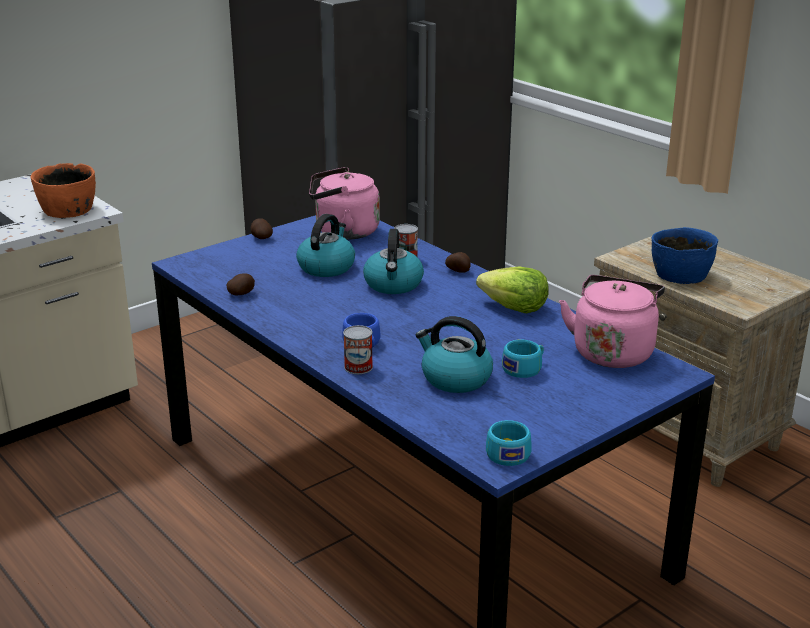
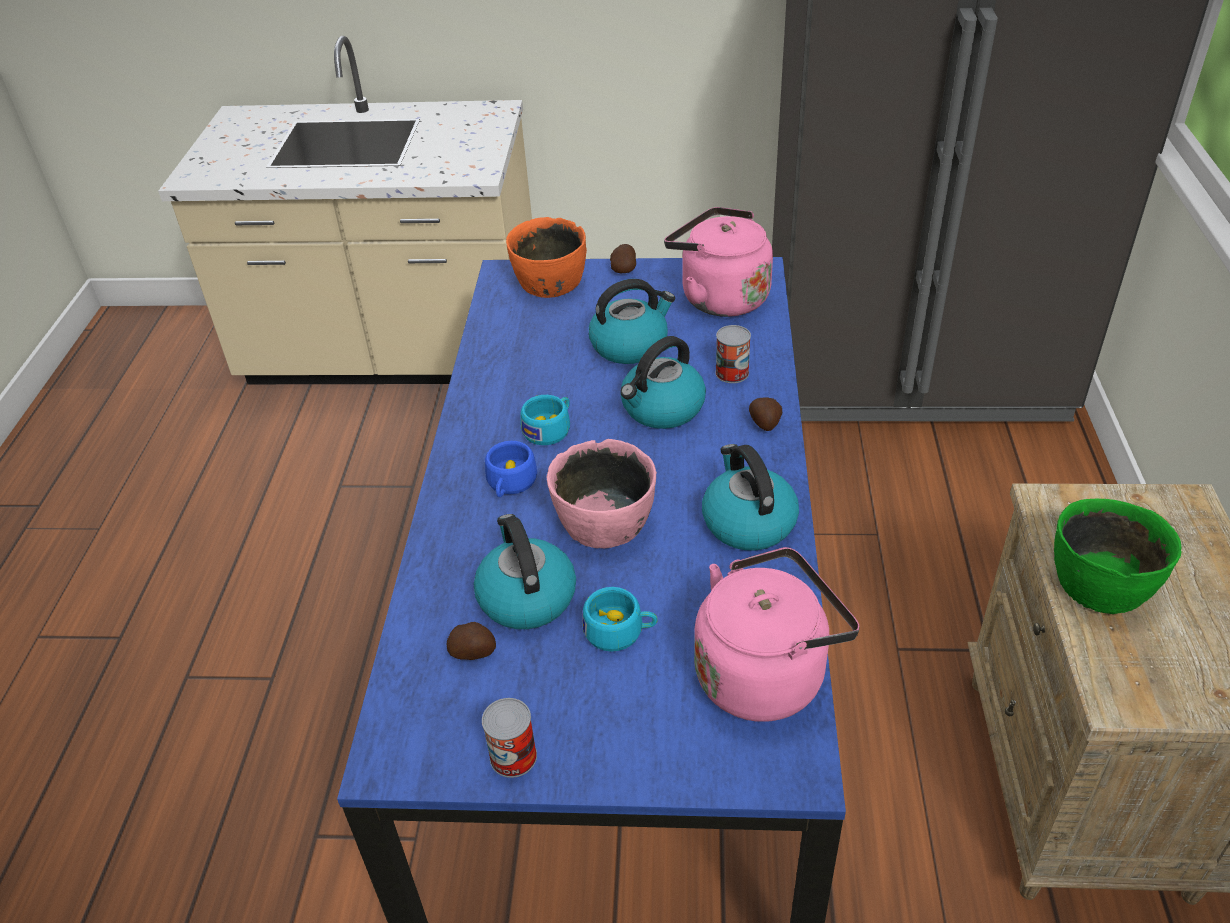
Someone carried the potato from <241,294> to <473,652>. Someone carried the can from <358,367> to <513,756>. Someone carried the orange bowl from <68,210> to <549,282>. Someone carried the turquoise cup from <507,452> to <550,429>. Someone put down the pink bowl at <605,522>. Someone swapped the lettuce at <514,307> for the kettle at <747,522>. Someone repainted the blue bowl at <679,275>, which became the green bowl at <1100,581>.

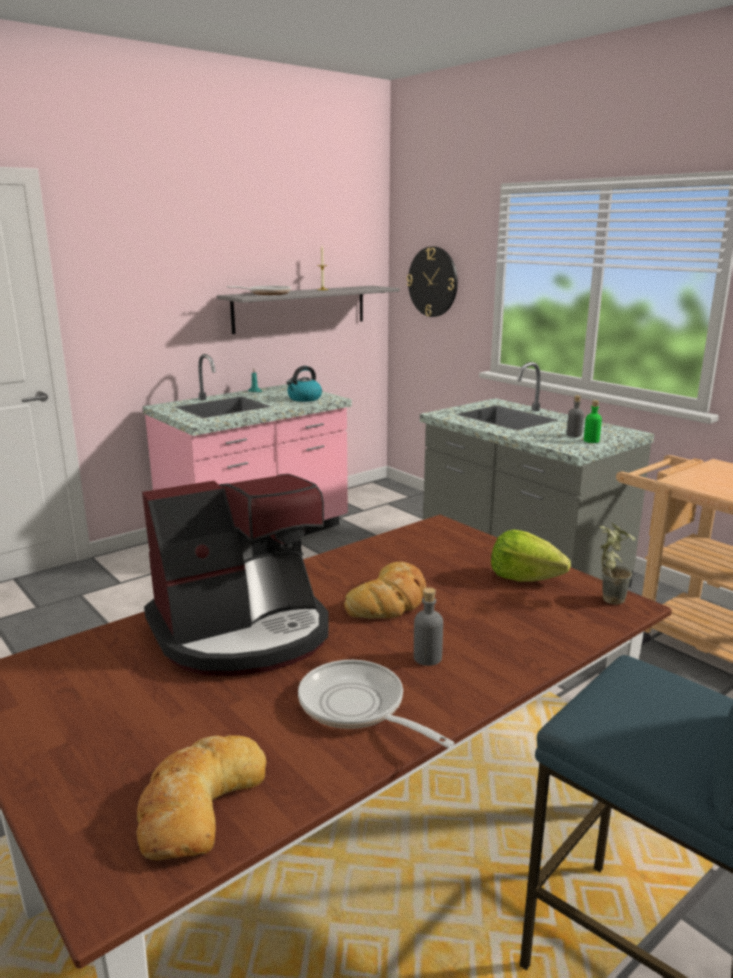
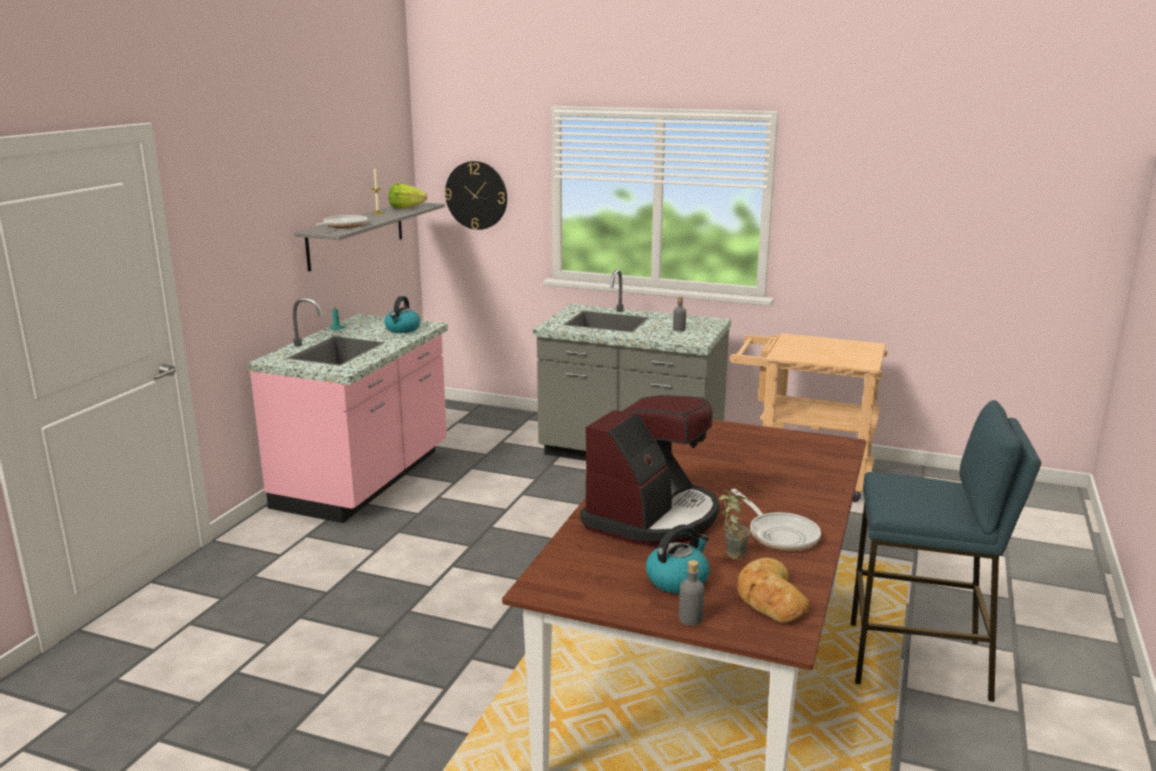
Someone carried the lettuce from <524,578> to <406,208>. Someone put down the kettle at <677,580>. Someone carried the grey bottle from <427,658> to <690,619>. Someone carried the potted plant from <608,597> to <730,553>. Someone rotated the frying pan at <357,707> by 135 degrees counterclockwise. Someone took away the bread at <390,600>. Someone took away the green bottle at <591,440>.

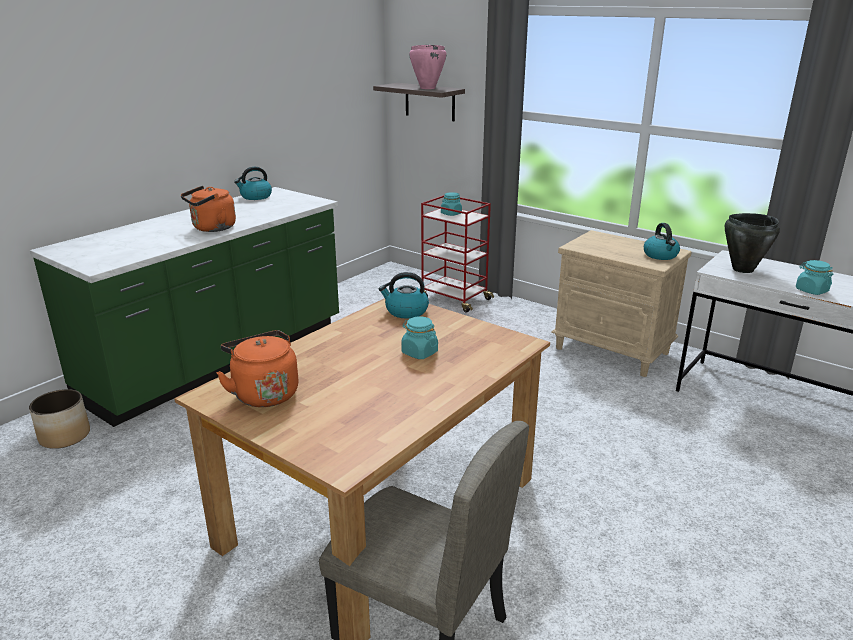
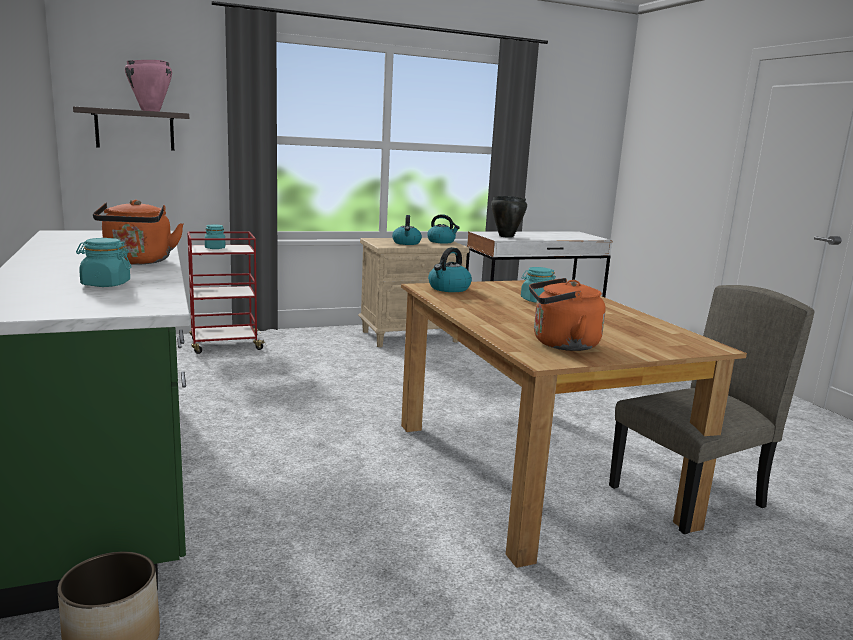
Someone carried the turquoise jar from <811,290> to <105,284>. Someone carried the kettle from <255,197> to <406,243>.

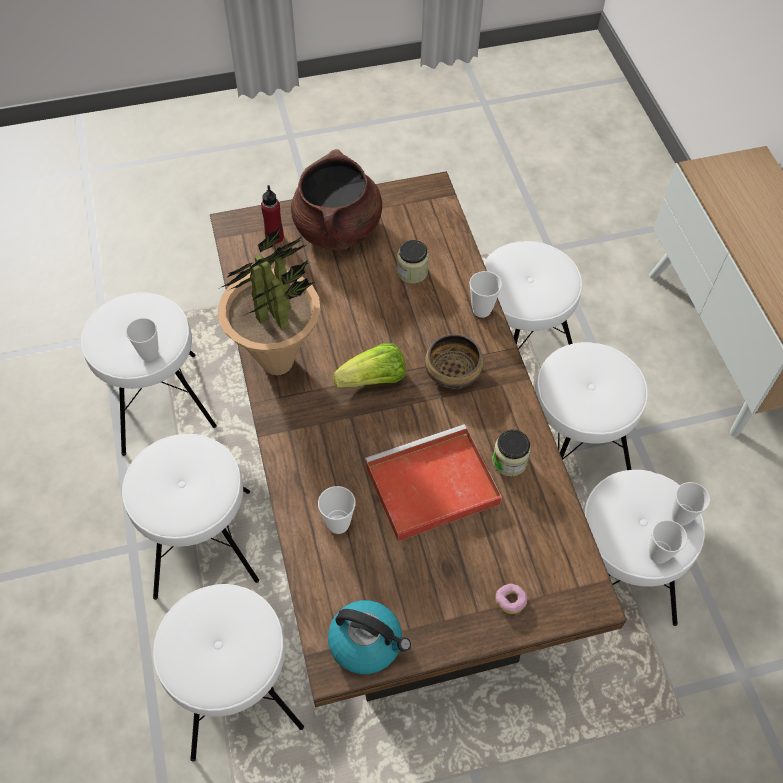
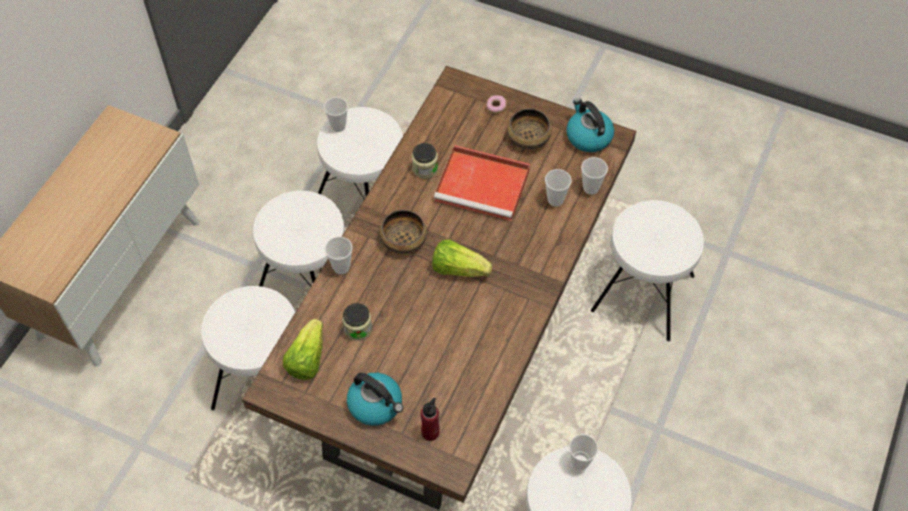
Someone put down the lettuce at <307,359>. Someone swapped the brown cooking pot at <338,229> for the kettle at <376,405>. Someone put down the bowl at <529,138>. Someone carried the cup from <658,554> to <591,188>. Someone took away the white stool at <202,542>. Someone took away the potted plant at <278,362>.

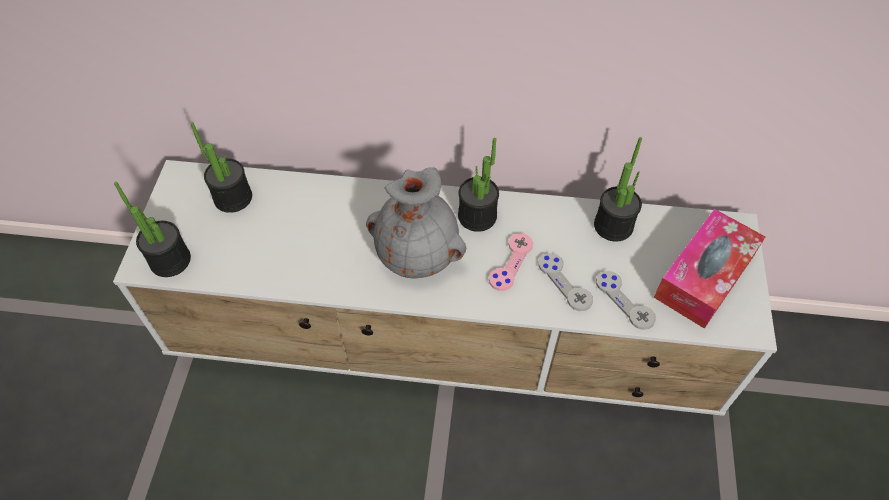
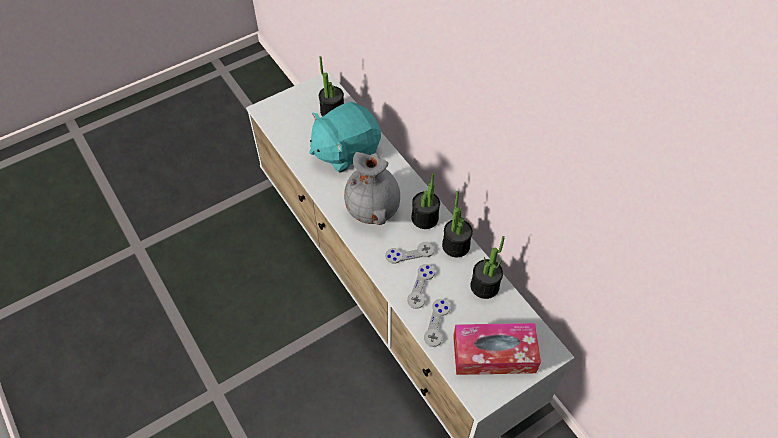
Someone put down the turquoise plush toy at <345,150>. Someone repainted the pink game controller at <511,262>, which became the grey game controller at <409,253>. Someone carried the potted plant from <170,260> to <456,245>.

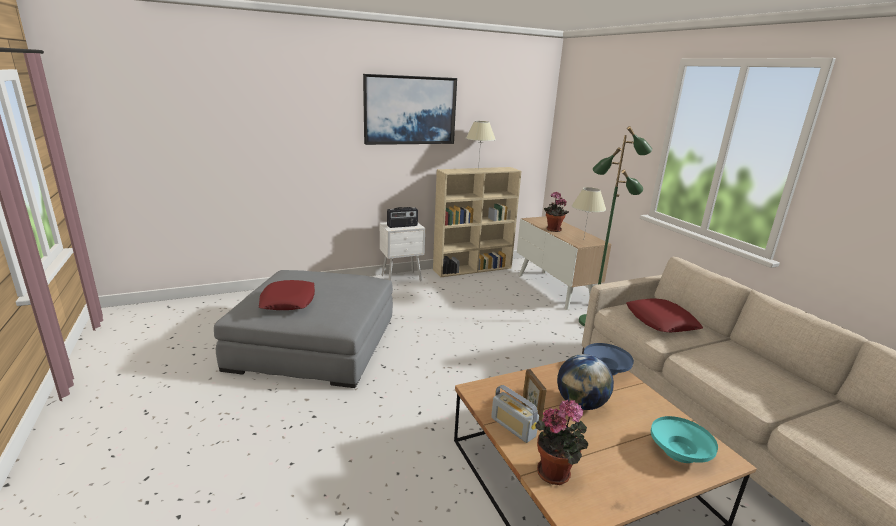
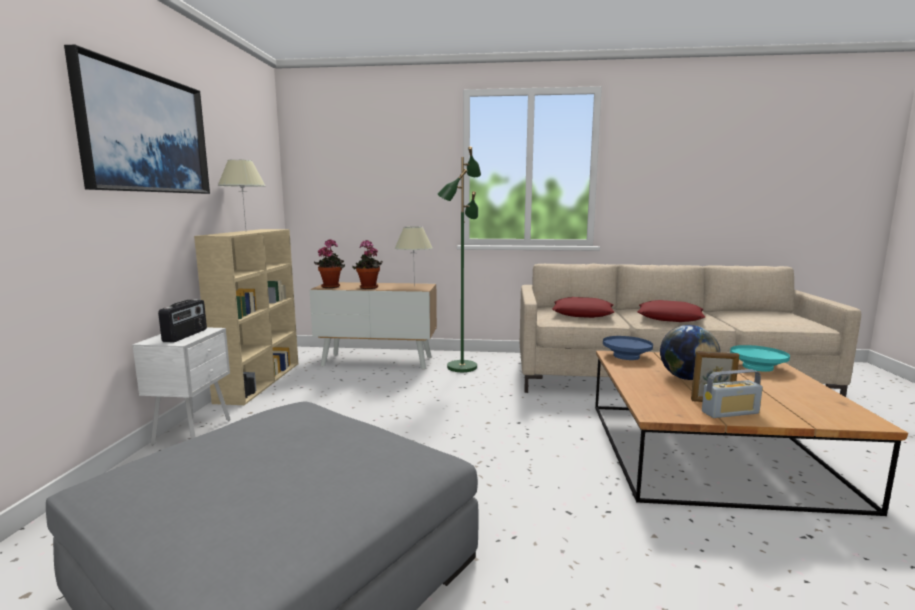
Someone carried the potted plant from <556,472> to <331,286>. Someone carried the red pillow from <288,301> to <670,318>.

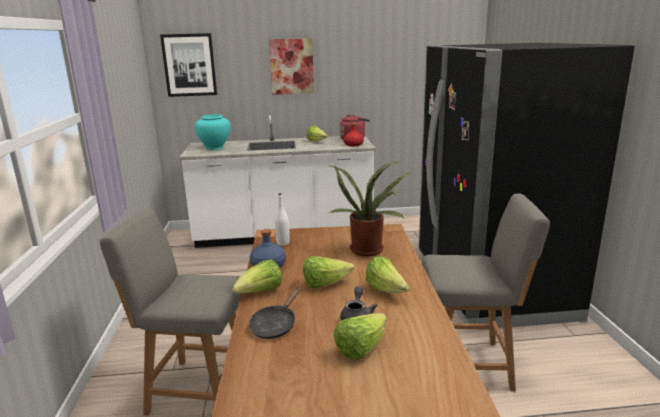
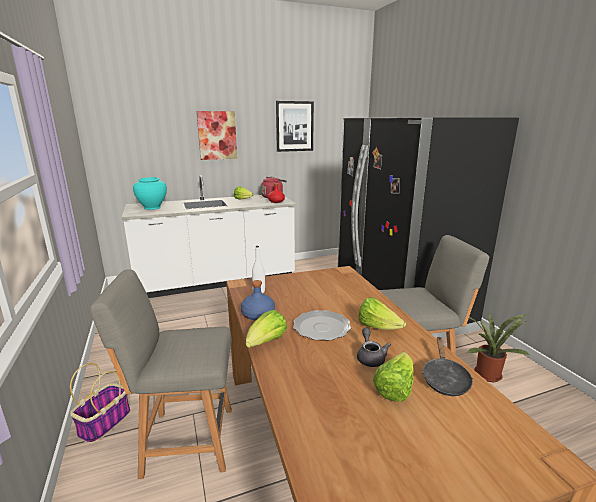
Someone put down the basket at <105,423>. Someone carried the picture from <189,65> to <294,126>. Someone swapped the lettuce at <325,284> for the plate at <321,327>. Someone carried the black frying pan from <275,325> to <444,379>. Someone carried the potted plant from <368,249> to <487,373>.

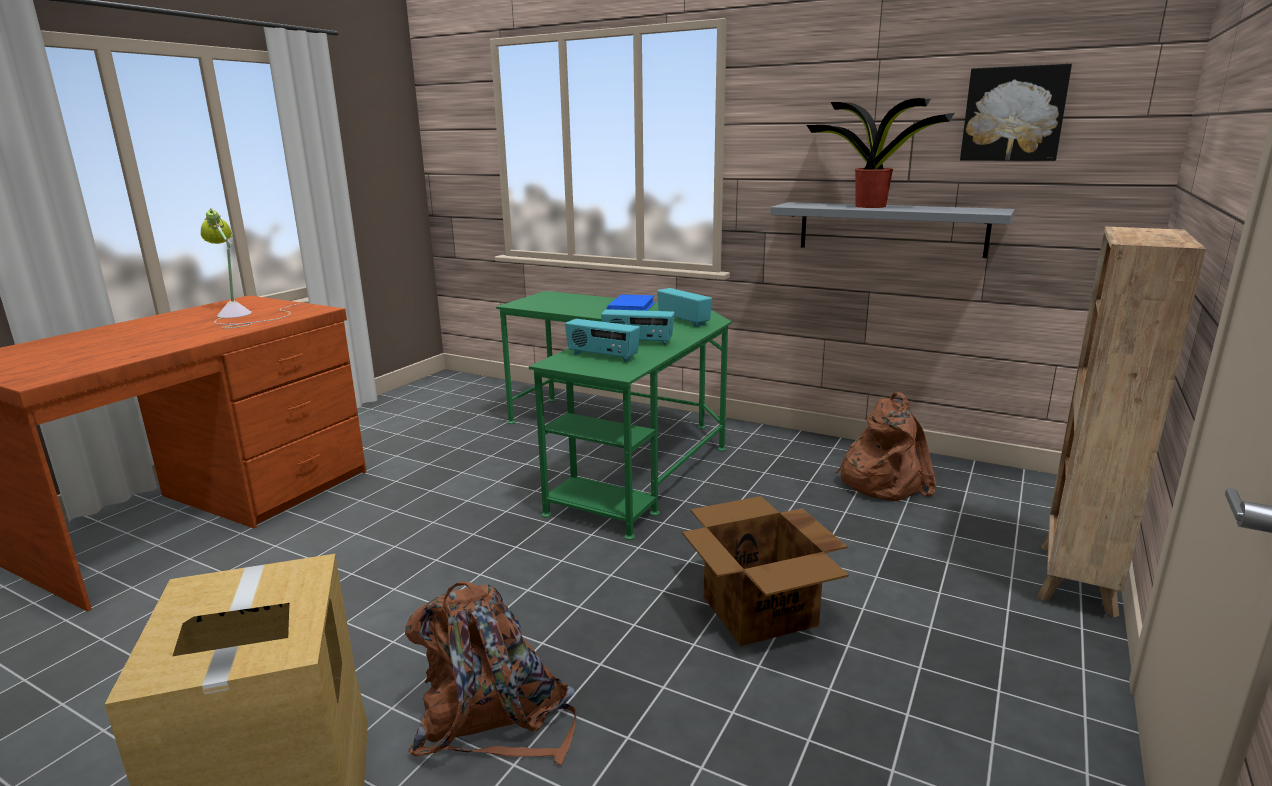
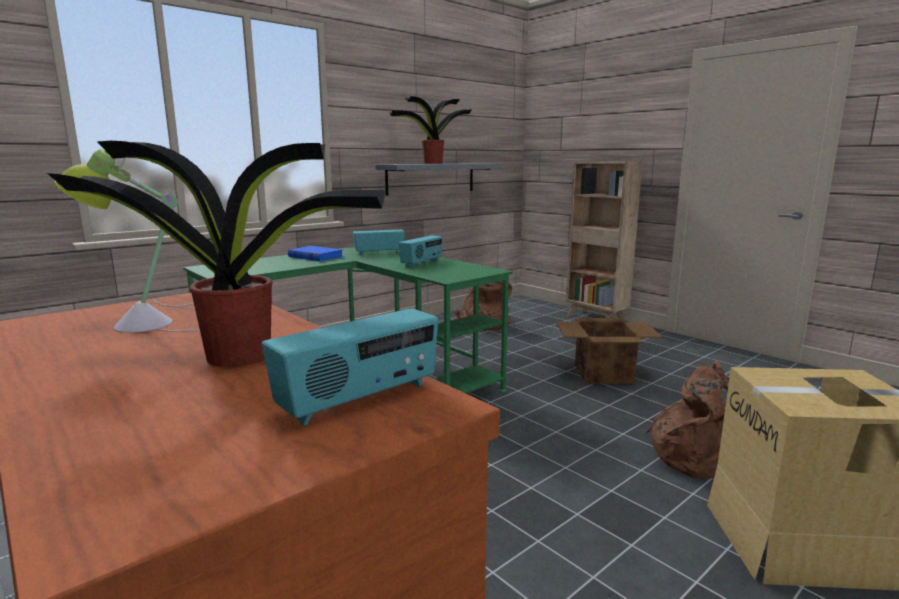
Someone put down the potted plant at <243,355>. Someone carried the radio from <602,356> to <360,400>. Someone took away the picture at <1013,114>.

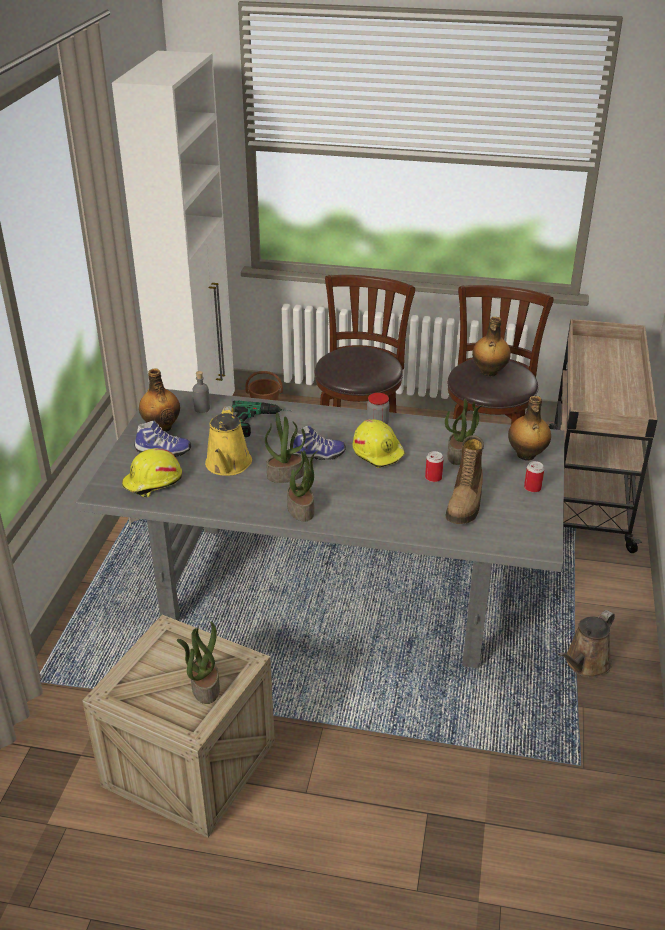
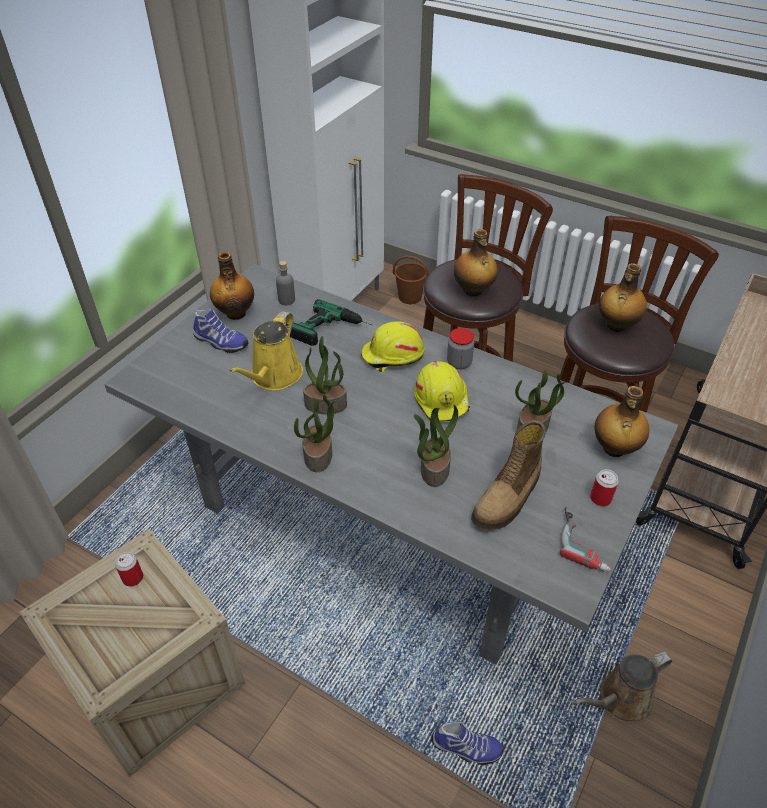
Someone carried the can from <433,478> to <133,578>. Someone carried the yellow hard hat from <153,482> to <392,356>. Someone carried the potted plant from <204,687> to <434,468>. Someone carried the shoe from <316,455> to <466,748>. Someone put down the bottle at <473,291>. Someone put down the power drill at <585,542>.

